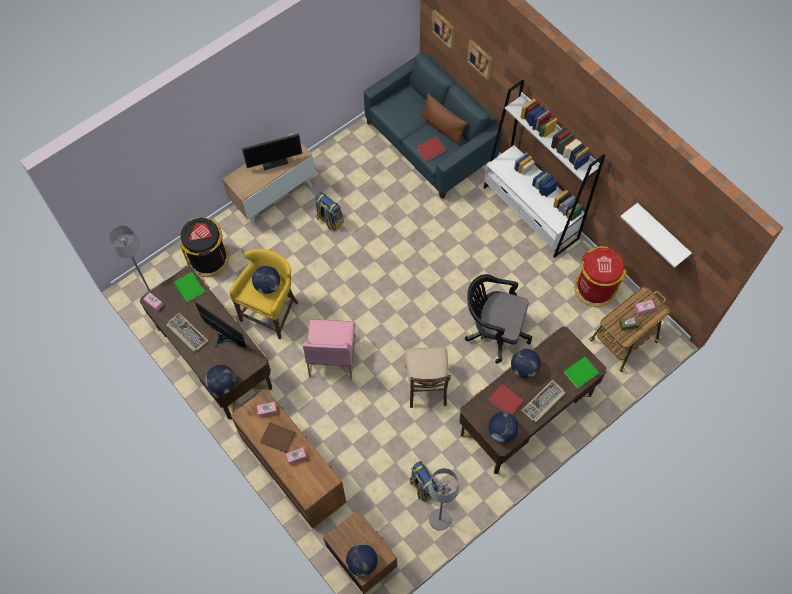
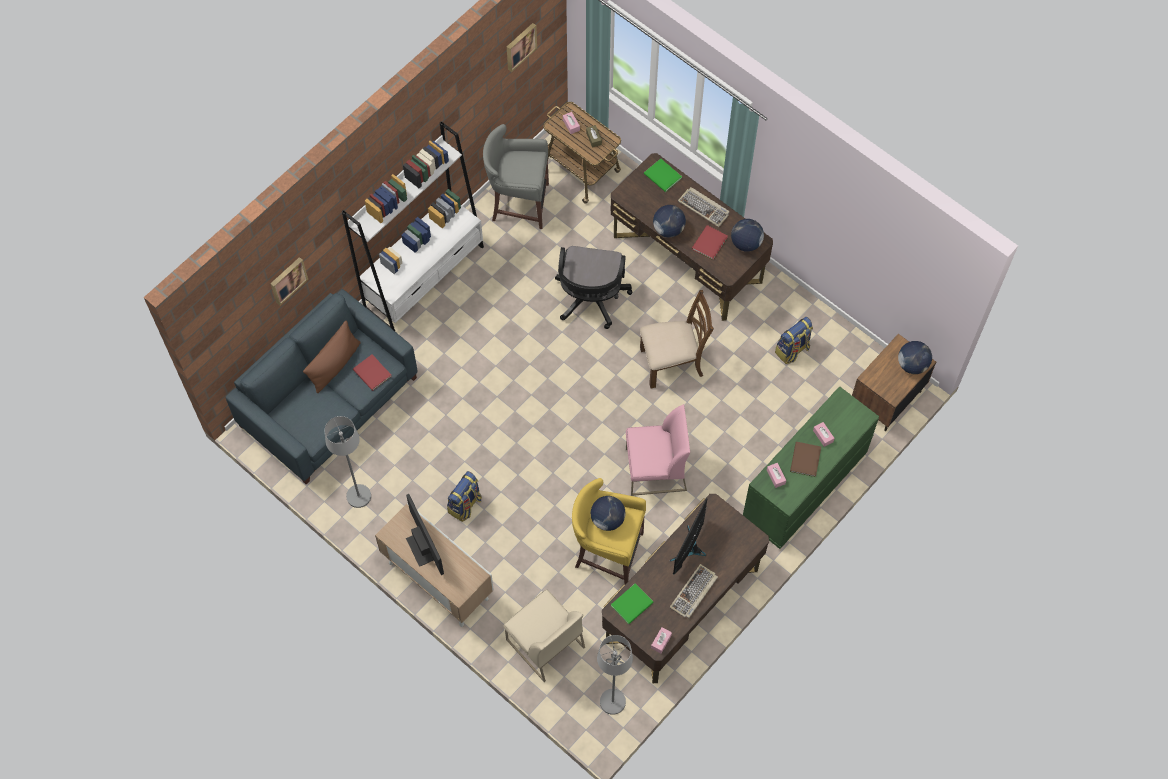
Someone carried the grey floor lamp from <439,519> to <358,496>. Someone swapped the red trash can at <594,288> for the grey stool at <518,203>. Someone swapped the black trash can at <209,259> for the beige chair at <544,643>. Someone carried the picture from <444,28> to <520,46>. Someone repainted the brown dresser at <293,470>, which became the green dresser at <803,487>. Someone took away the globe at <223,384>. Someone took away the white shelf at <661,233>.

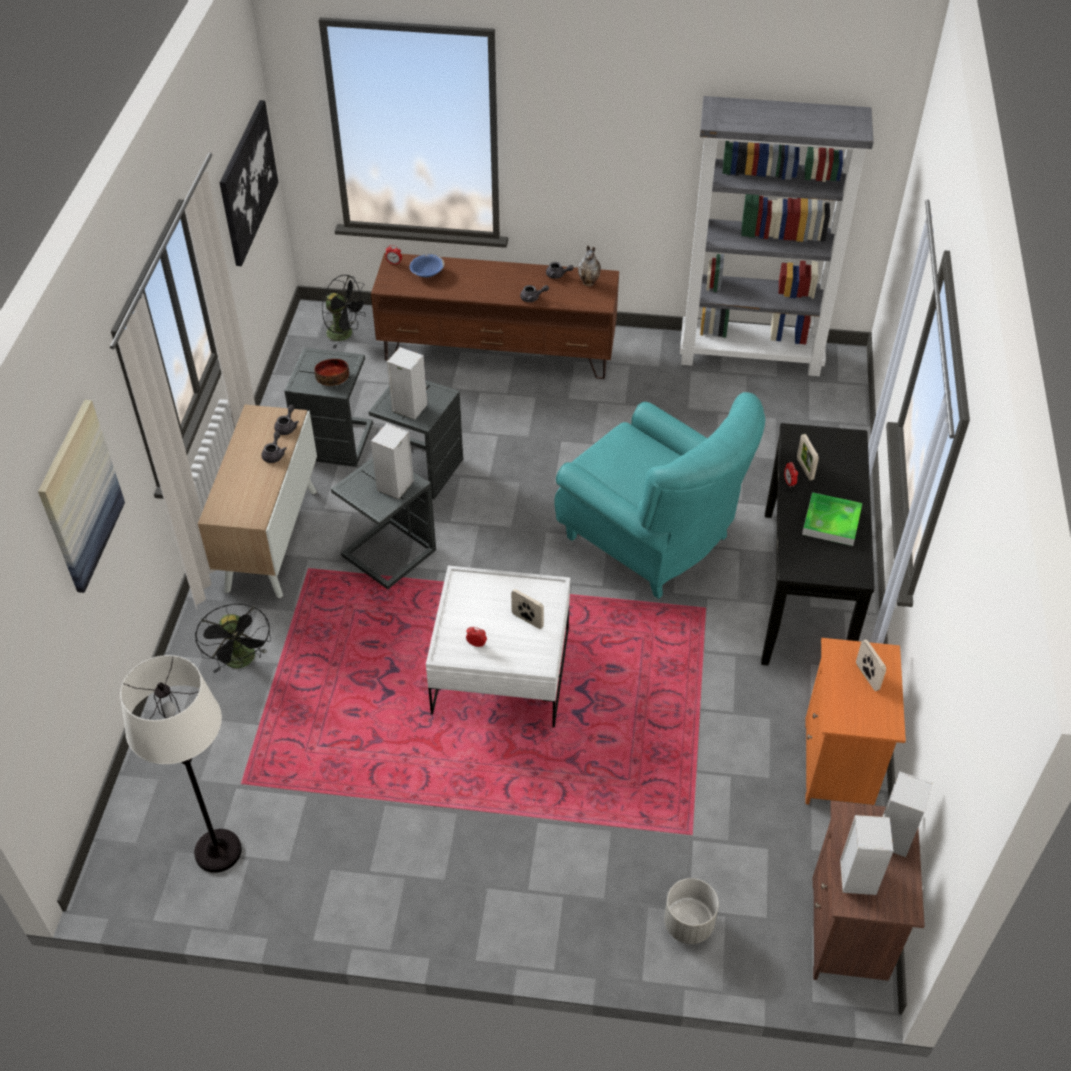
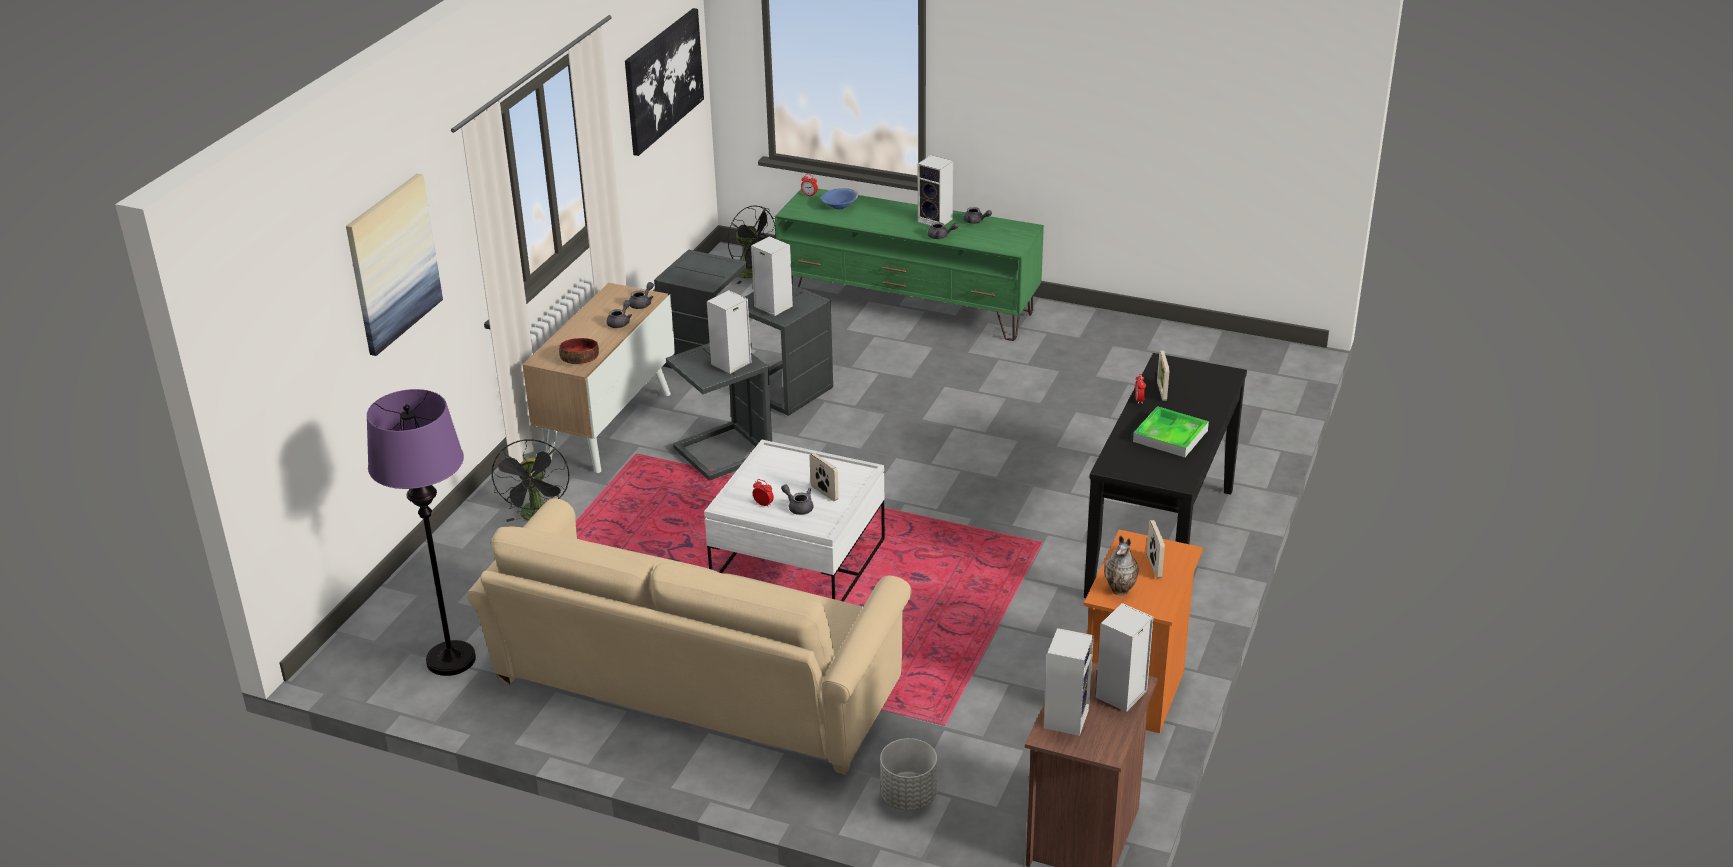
Someone repainted the white floor lamp at <217,851>, which became the purple floor lamp at <450,660>. Someone put down the beige sofa at <692,691>. Someone carried the bowl from <333,378> to <580,358>. Someone repainted the brown tv stand at <498,351>, which became the green tv stand at <909,305>. Someone put down the grey teapot at <798,507>. Someone put down the speaker at <936,220>. Someone carried the vase from <589,282> to <1121,590>. Someone took away the turquoise armchair at <653,541>. Someone took away the grey bookcase at <751,354>.

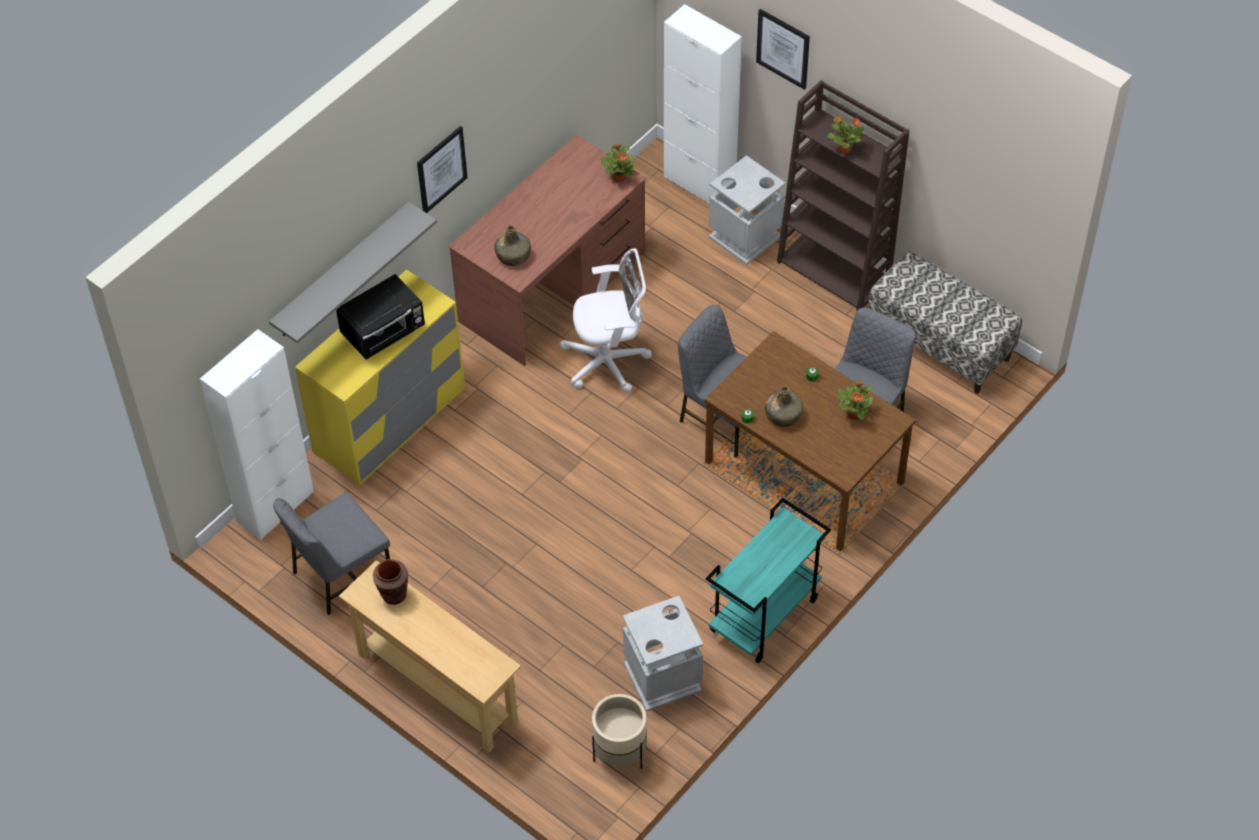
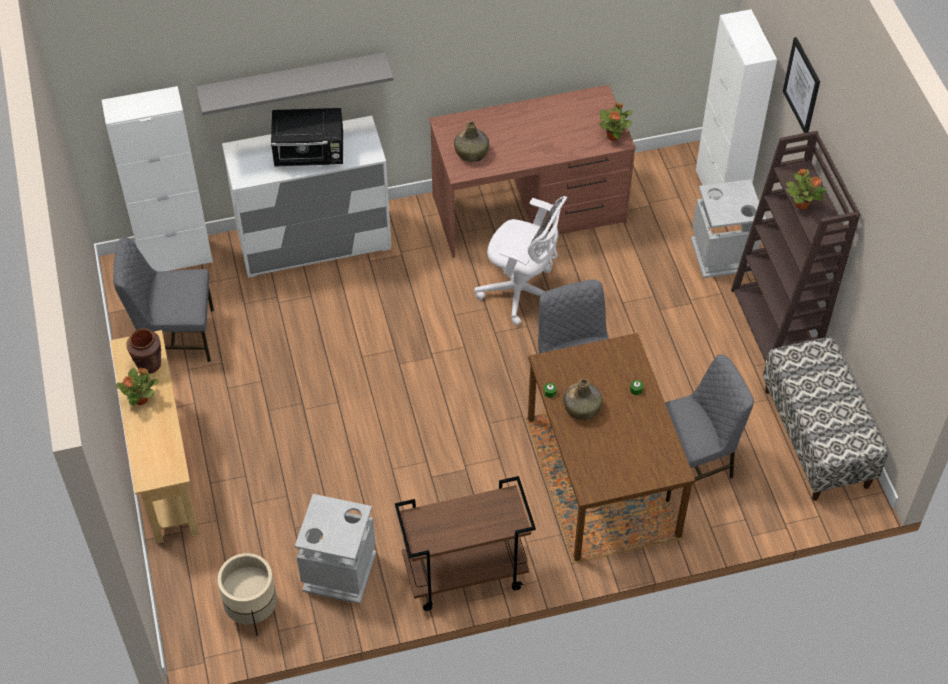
Someone carried the potted plant from <854,414> to <141,399>. Someone repainted the yellow dresser at <389,421>, which became the white dresser at <314,242>. Someone repainted the turquoise cart at <764,617>, which became the brown cart at <464,575>. Someone took away the picture at <441,169>.

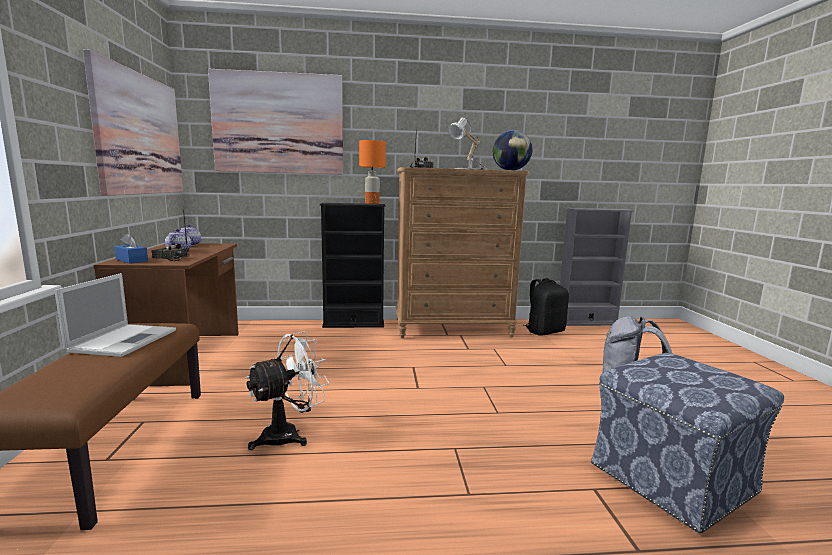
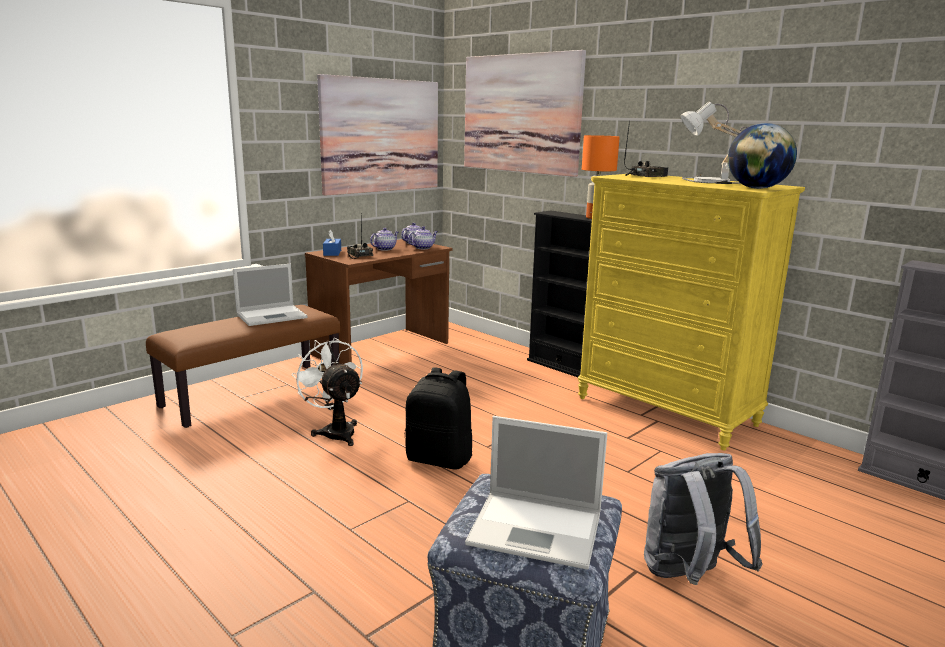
Someone rotated the white fan at <289,434> by 135 degrees counterclockwise. Someone carried the black backpack from <544,331> to <440,459>. Someone put down the teapot at <423,248>. Someone put down the laptop at <538,529>. Someone repainted the brown dresser at <453,328>, which became the yellow dresser at <666,411>.

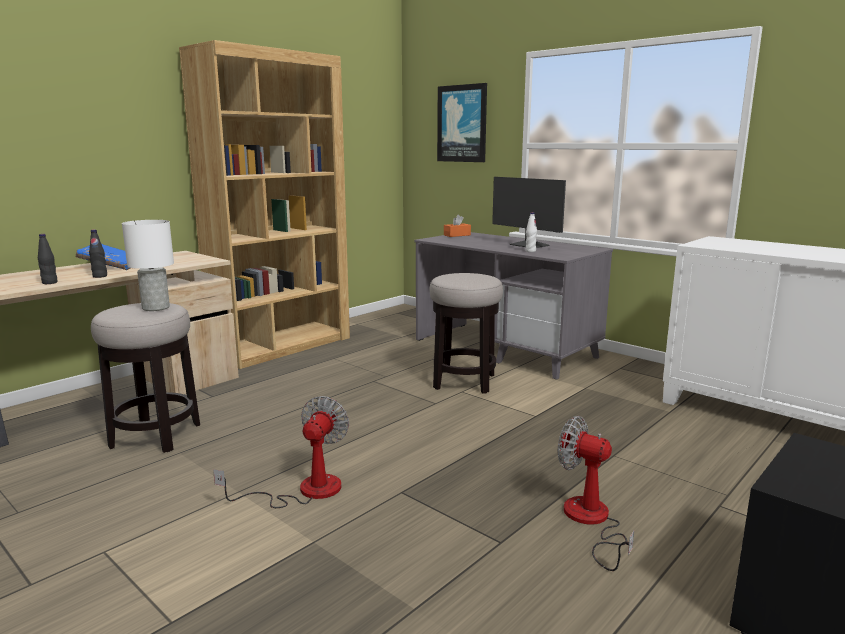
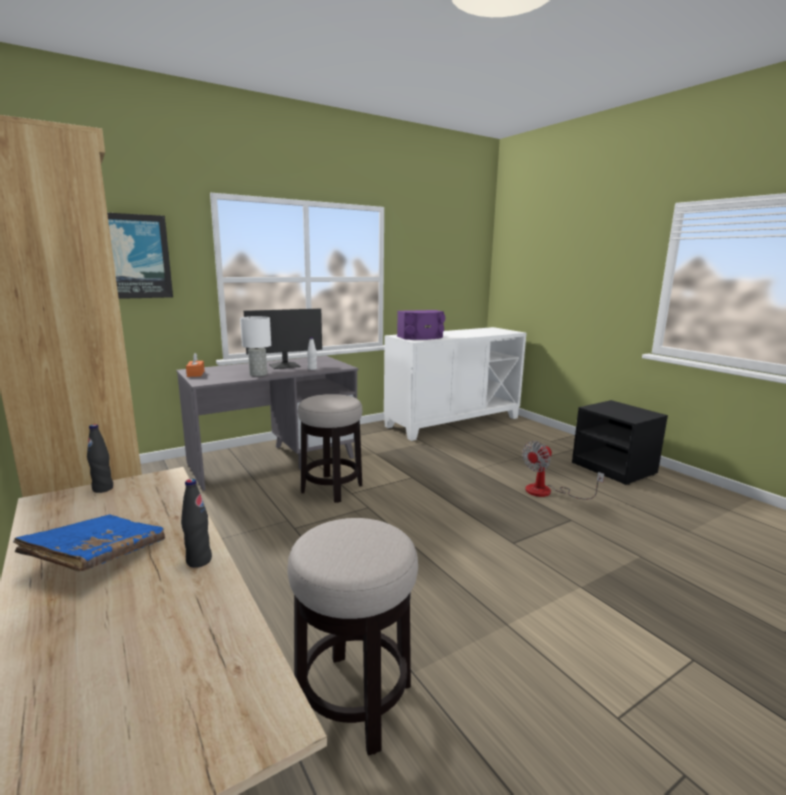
Someone carried the black bottle from <50,283> to <103,489>. Someone carried the white table lamp from <155,308> to <258,374>. Someone put down the purple speaker at <421,337>. Someone took away the fan at <304,491>.

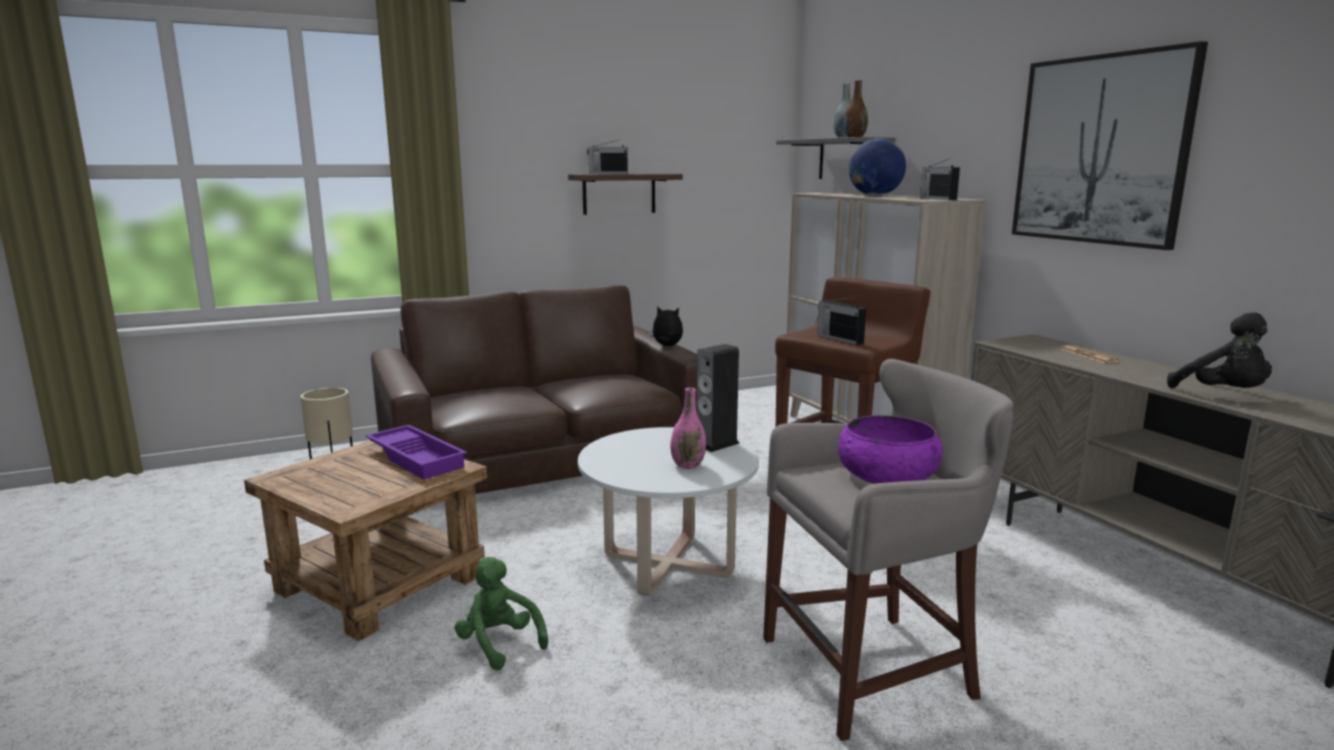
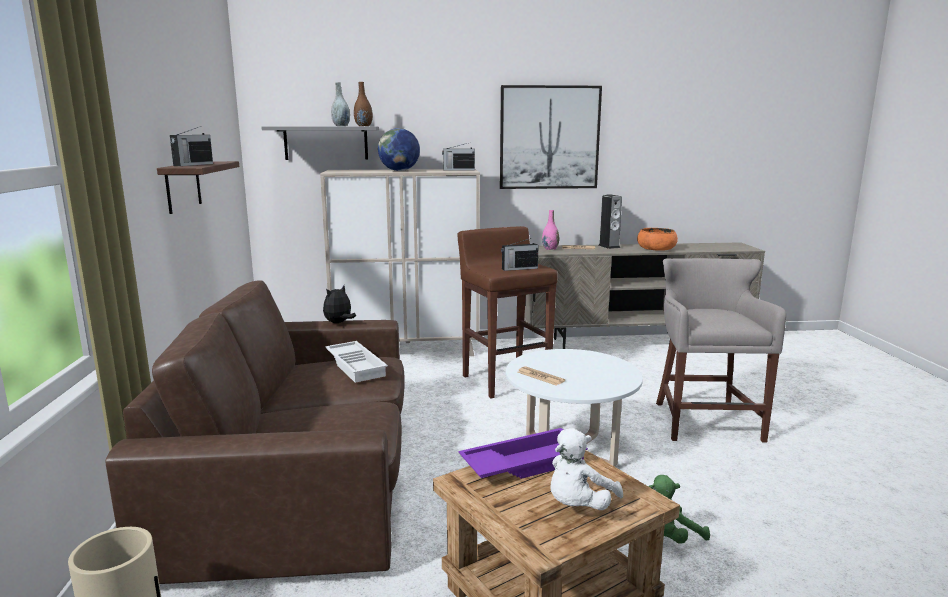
Someone put down the white tray at <357,366>. Someone put down the newspaper at <540,377>. Someone carried the pink vase from <688,465> to <550,249>. Someone put down the white plush toy at <578,506>. Someone carried the speaker from <716,444> to <609,246>. Someone swapped the black plush toy at <1223,394> for the orange bowl at <656,248>. Someone took away the purple bowl at <887,474>.

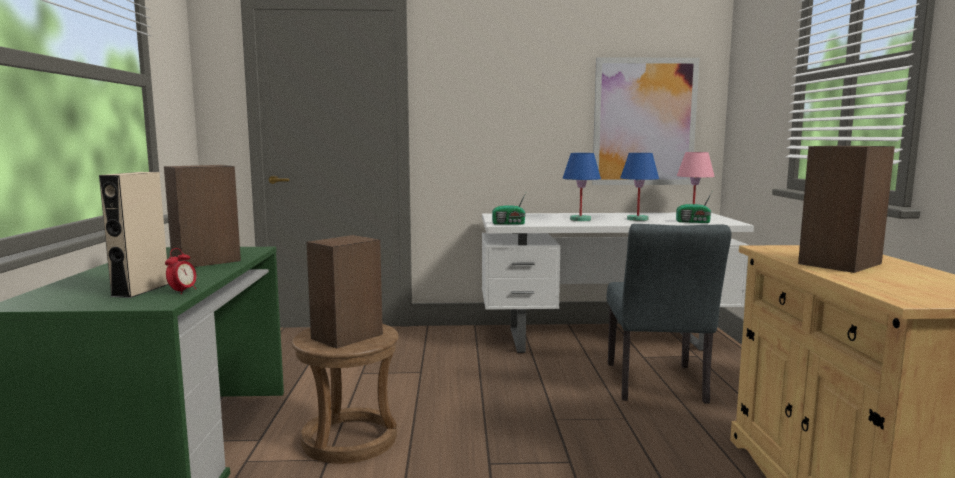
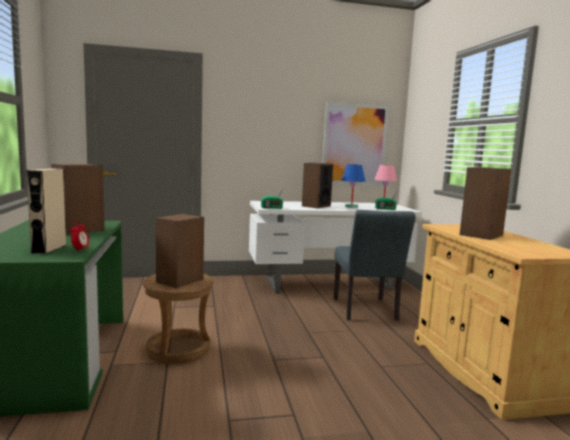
Someone swapped the blue table lamp at <580,219> for the speaker at <316,206>.

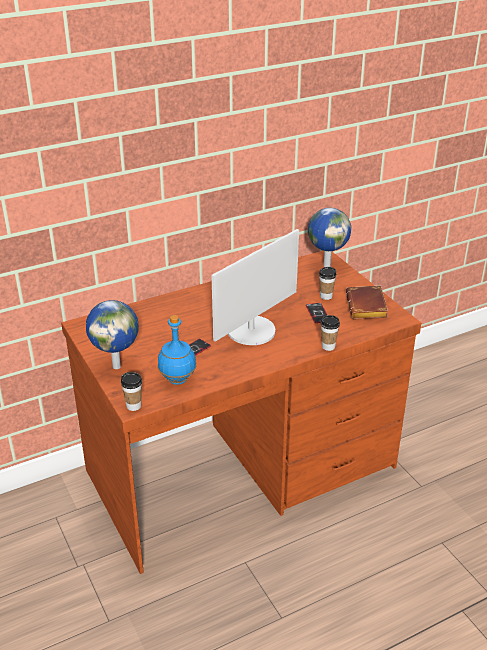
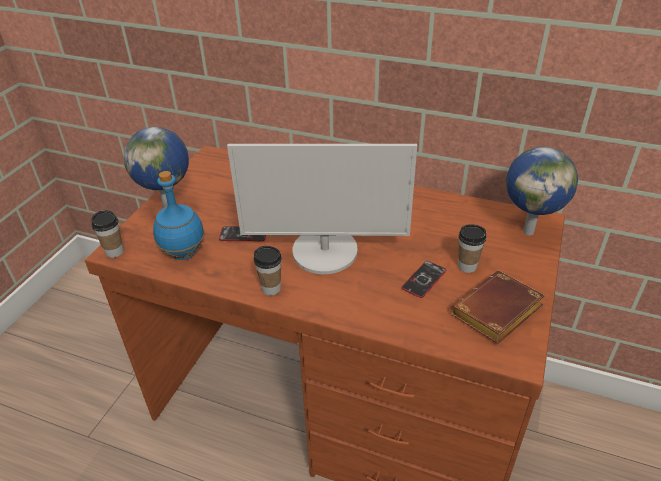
Someone carried the cup from <328,346> to <271,289>.

